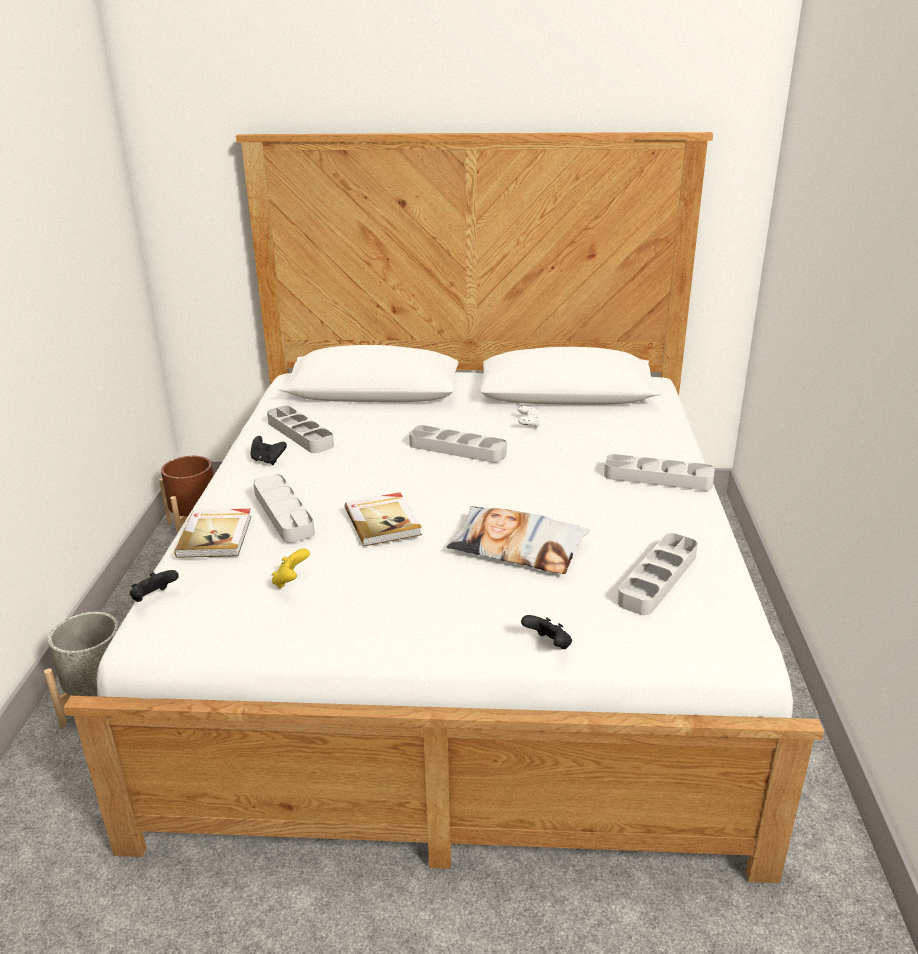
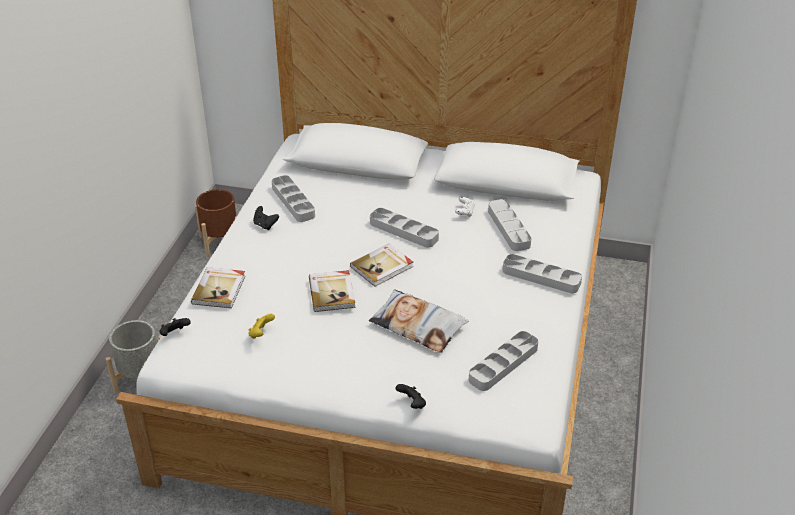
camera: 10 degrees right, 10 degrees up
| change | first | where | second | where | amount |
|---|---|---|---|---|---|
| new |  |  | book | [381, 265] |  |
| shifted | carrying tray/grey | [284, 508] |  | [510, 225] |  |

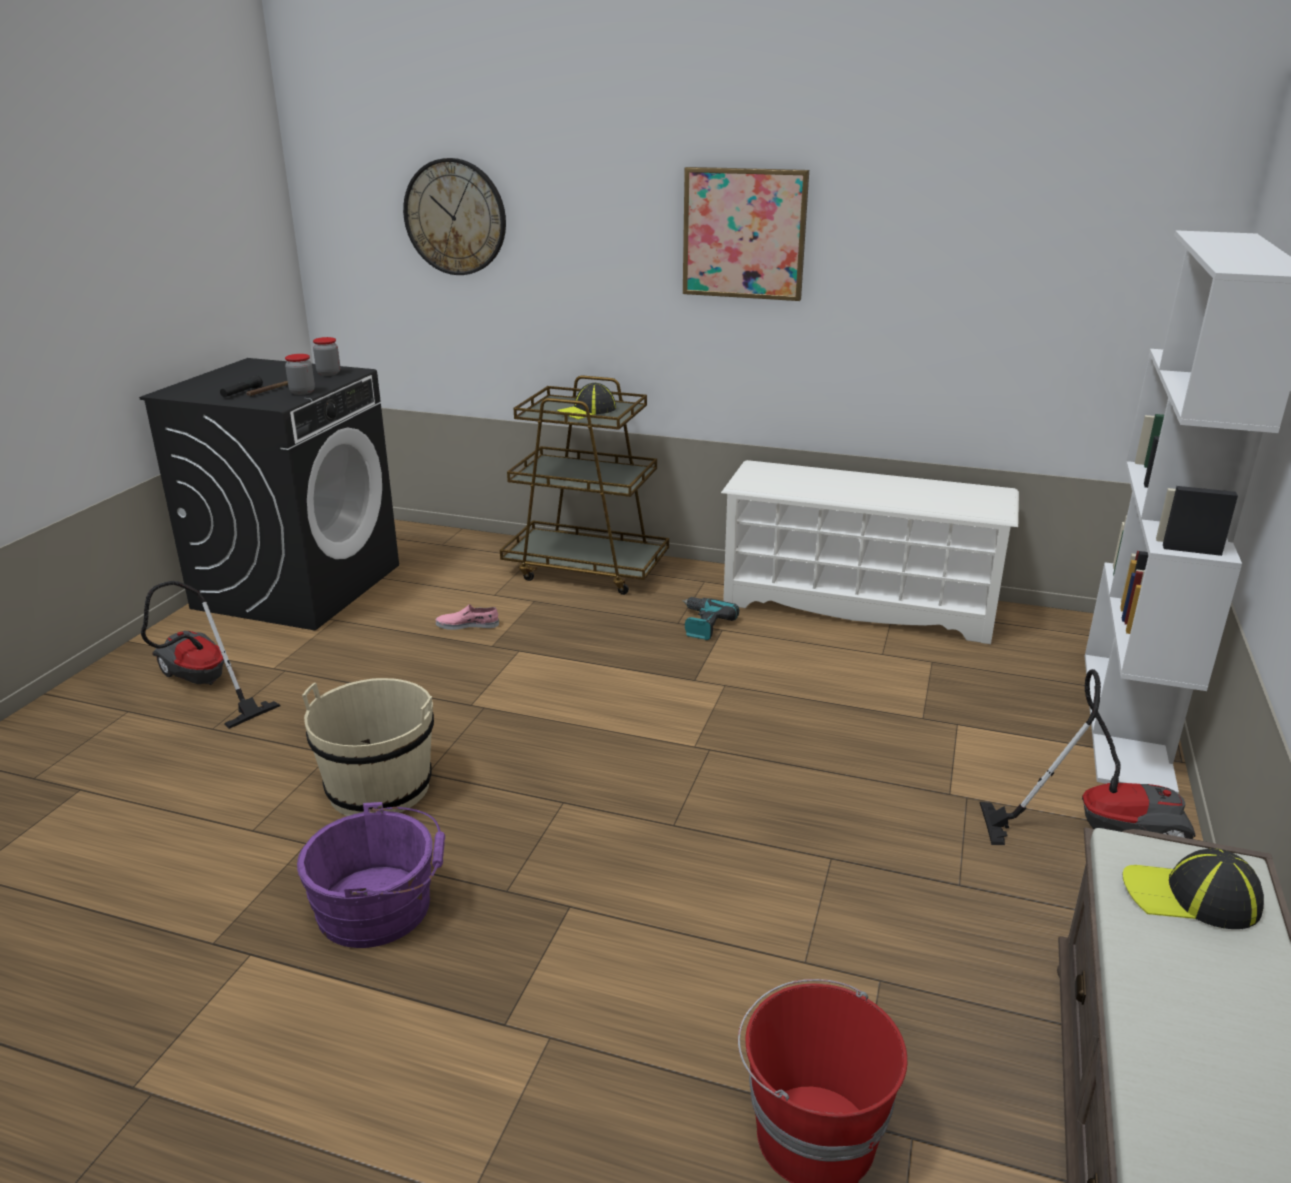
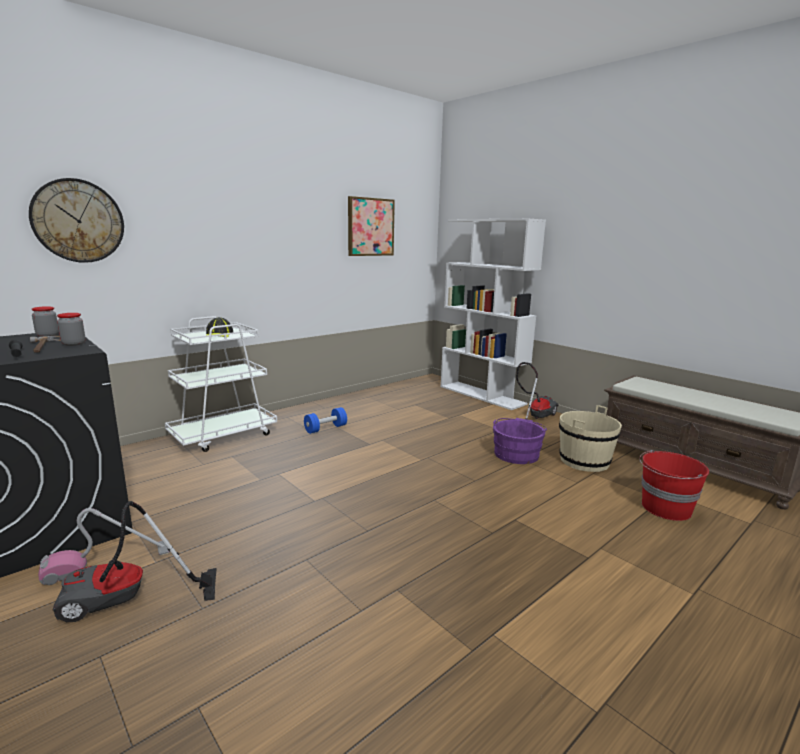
camera: 60 degrees left, 10 degrees down
| change | first | where | second | where | amount |
|---|---|---|---|---|---|
| gone | item of footwear/pink | [467, 617] |  |  |  |
| gone | shoe stand/whitish | [870, 552] |  |  |  |
| gone | peaked cap | [1193, 888] |  |  |  |
| new |  |  | vacuum cleaner | [104, 546] |  |
| shifted | water bucket/purple-coloured | [371, 875] |  | [520, 441] |  |
| shifted | water bucket/beige | [368, 747] |  | [590, 438] |  |
| shifted | wall art | [746, 234] |  | [371, 226] |  |
| swapped | drill | [710, 618] | hand weight/blue-coloured | [325, 420] |  |
| repainted | wheeled cart/brown | [584, 485] | wheeled cart/whitish | [221, 384] |  |

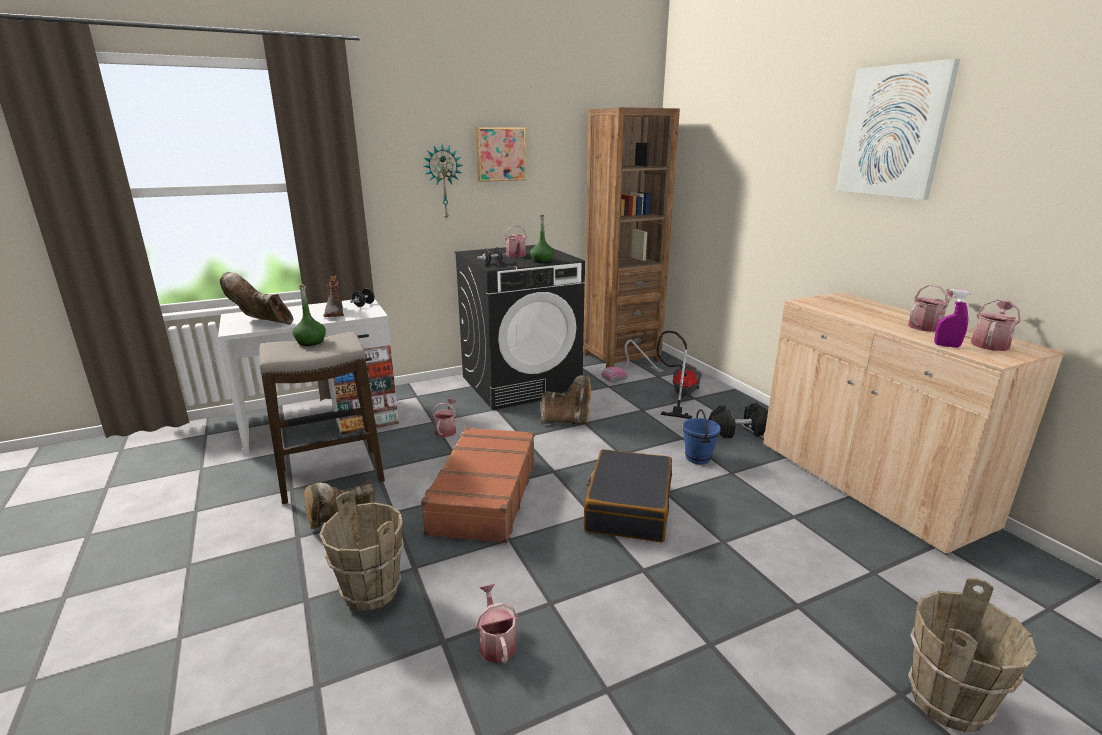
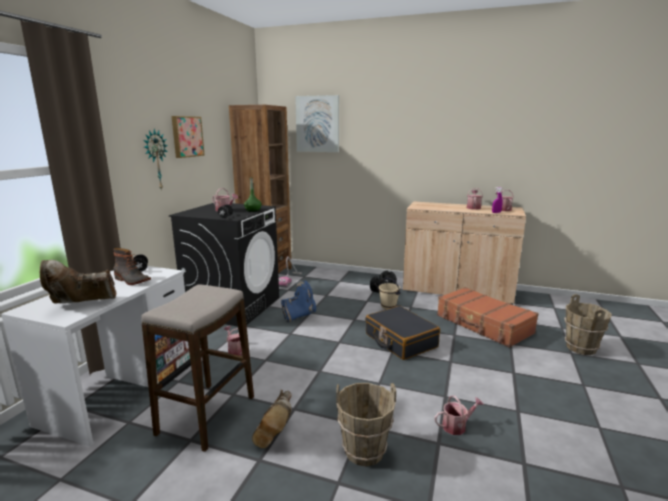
camera: 45 degrees left, 5 degrees down
| change | first | where | second | where | amount |
|---|---|---|---|---|---|
| gone | beverage bottle/green-coloured | [309, 315] |  |  |  |
| gone | vacuum cleaner | [679, 375] |  |  |  |
| shifted | suitcase/brown | [478, 485] |  | [488, 317] |  |
| shifted | wall art | [898, 129] |  | [317, 123] |  |
| repainted | high-top boot/brown | [565, 399] | high-top boot/blue-coloured | [298, 301] |  |
| repainted | water bucket/blue-coloured | [702, 437] | water bucket/beige | [389, 293] |  |
| rotated | sprinkling can | [497, 623] |  | [459, 415] | 135 degrees clockwise |

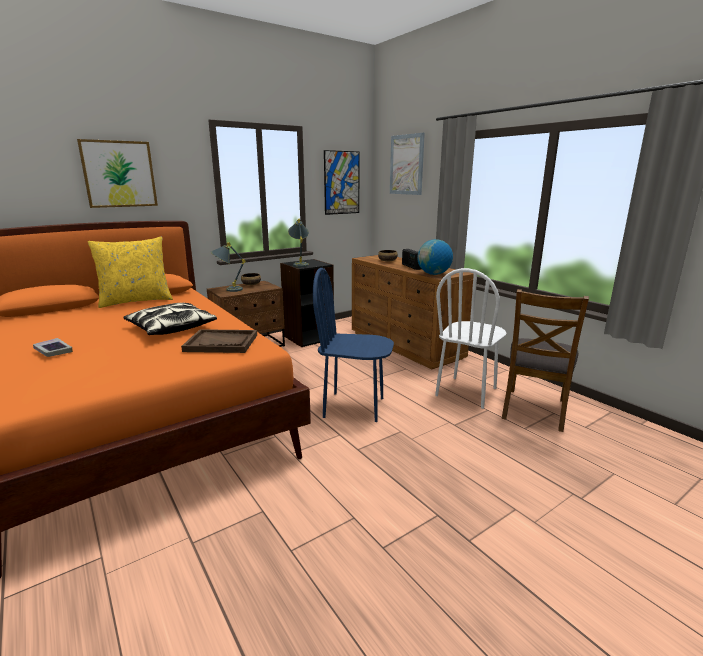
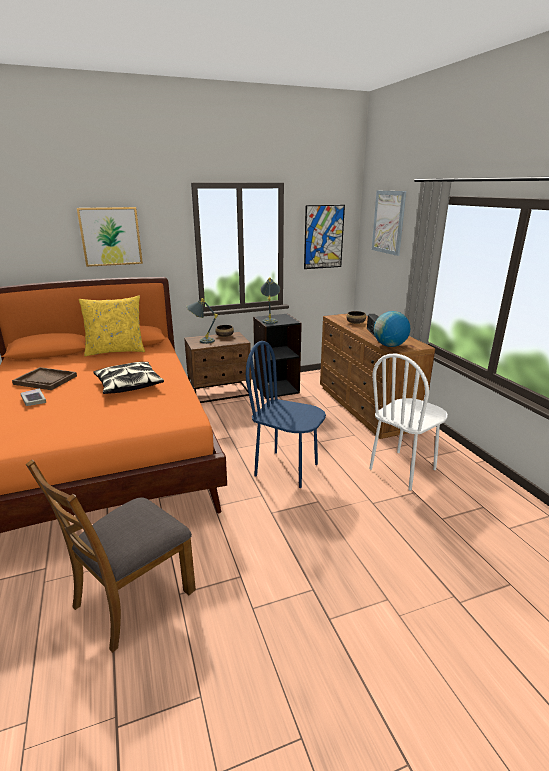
camera: 15 degrees right, 5 degrees up
| change | first | where | second | where | amount |
|---|---|---|---|---|---|
| shifted | carrying tray/brown | [219, 341] |  | [44, 378] |  |
| shifted | chair/brown | [545, 360] |  | [111, 556] |  |

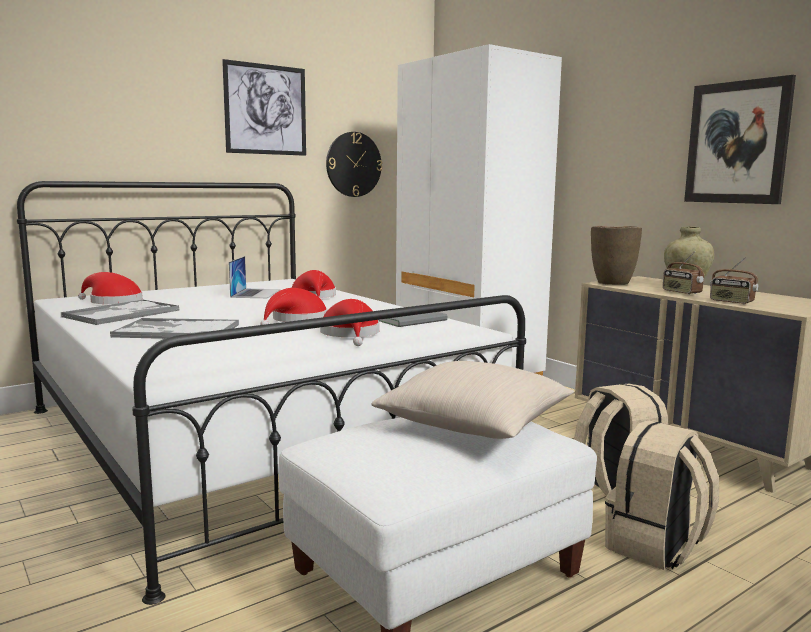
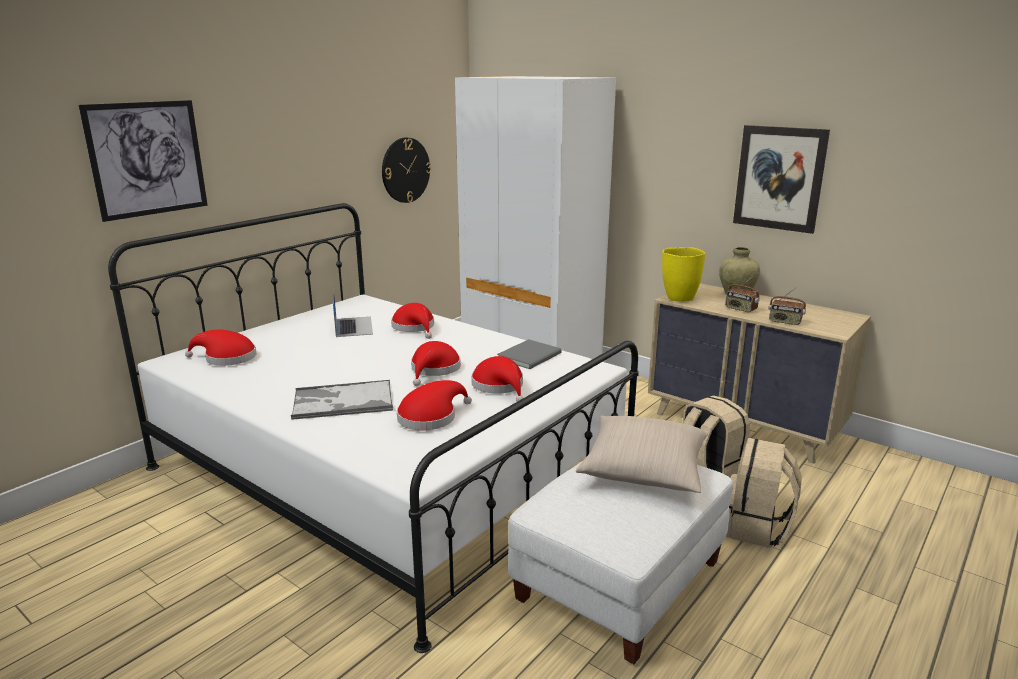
camera: 15 degrees left, 10 degrees up
| change | first | where | second | where | amount |
|---|---|---|---|---|---|
| gone | carrying tray | [120, 312] |  |  |  |
| new |  |  | wearable hat/reddish | [434, 405] |  |
| shifted | wall art | [264, 107] |  | [143, 161] |  |
| repainted | decorative vase/brown | [616, 255] | decorative vase/yellow-coloured | [683, 274] |  |

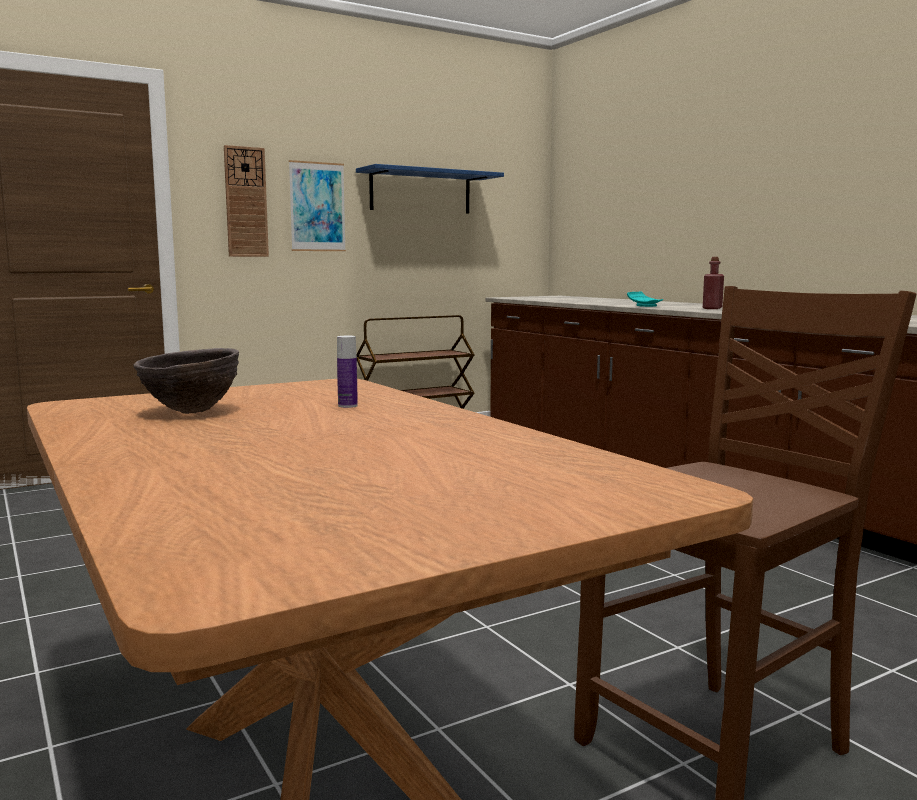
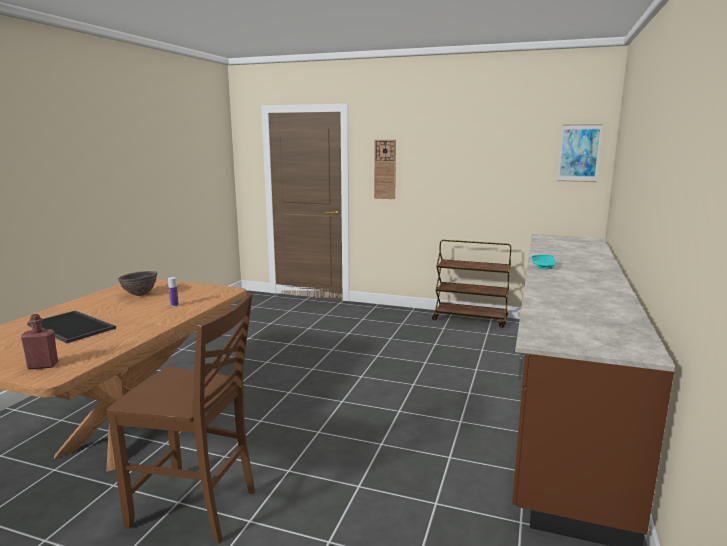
camera: 50 degrees right, 5 degrees up
| change | first | where | second | where | amount |
|---|---|---|---|---|---|
| gone | shelf/blue-coloured | [430, 189] |  |  |  |
| new |  |  | carrying tray | [71, 327] |  |
| shifted | wall art | [317, 205] |  | [580, 153] |  |
| shifted | beverage bottle/reddish | [713, 283] |  | [39, 341] |  |

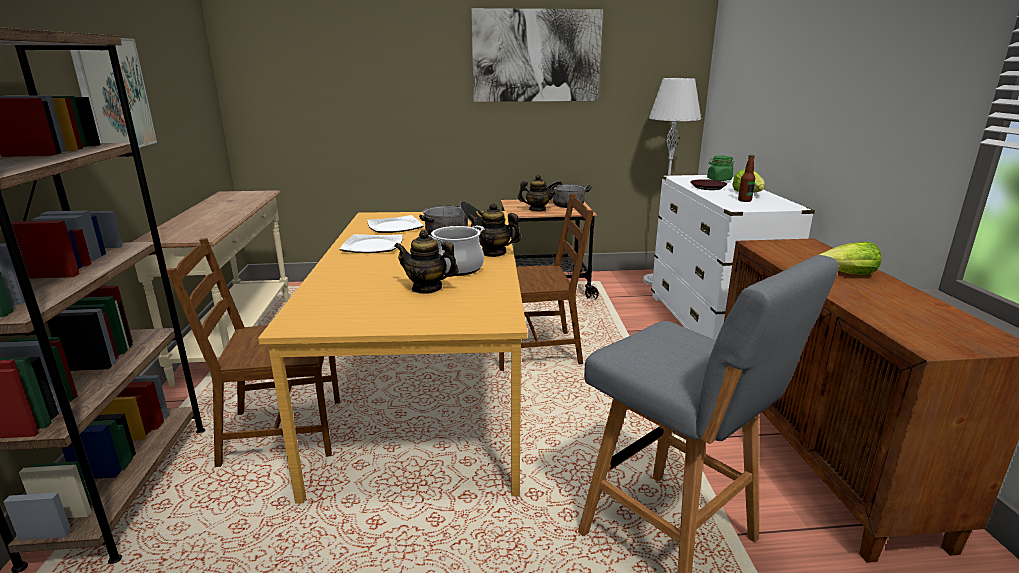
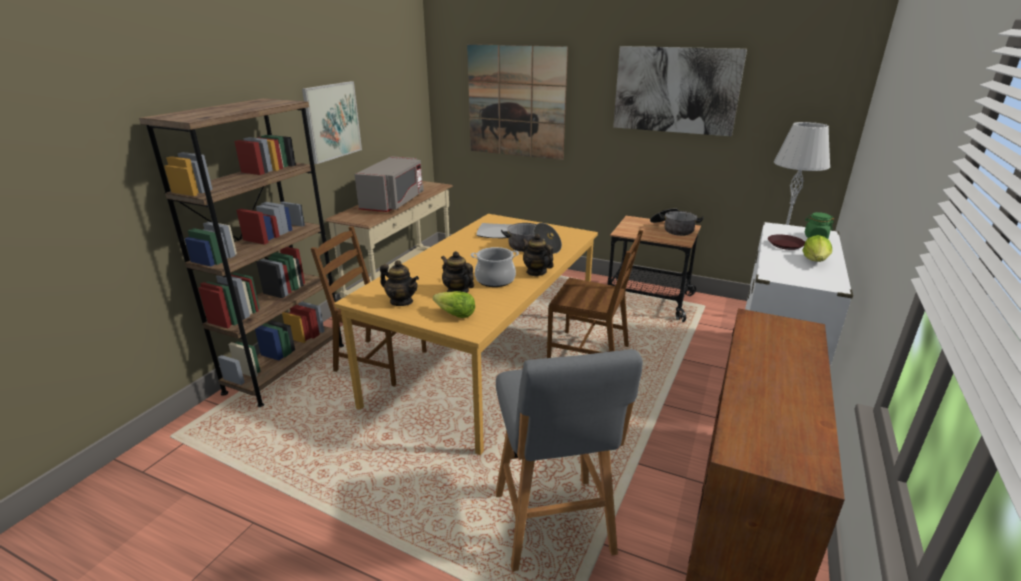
camera: 30 degrees right, 5 degrees up
| change | first | where | second | where | amount |
|---|---|---|---|---|---|
| gone | dinner plate | [371, 243] |  |  |  |
| gone | beverage bottle | [746, 178] |  |  |  |
| new |  |  | kitchen microwave/grey | [389, 184] |  |
| new |  |  | wall art | [517, 102] |  |
| shifted | pot for tea | [537, 193] |  | [399, 283] |  |
| shifted | lettuce head | [850, 258] |  | [454, 304] |  |

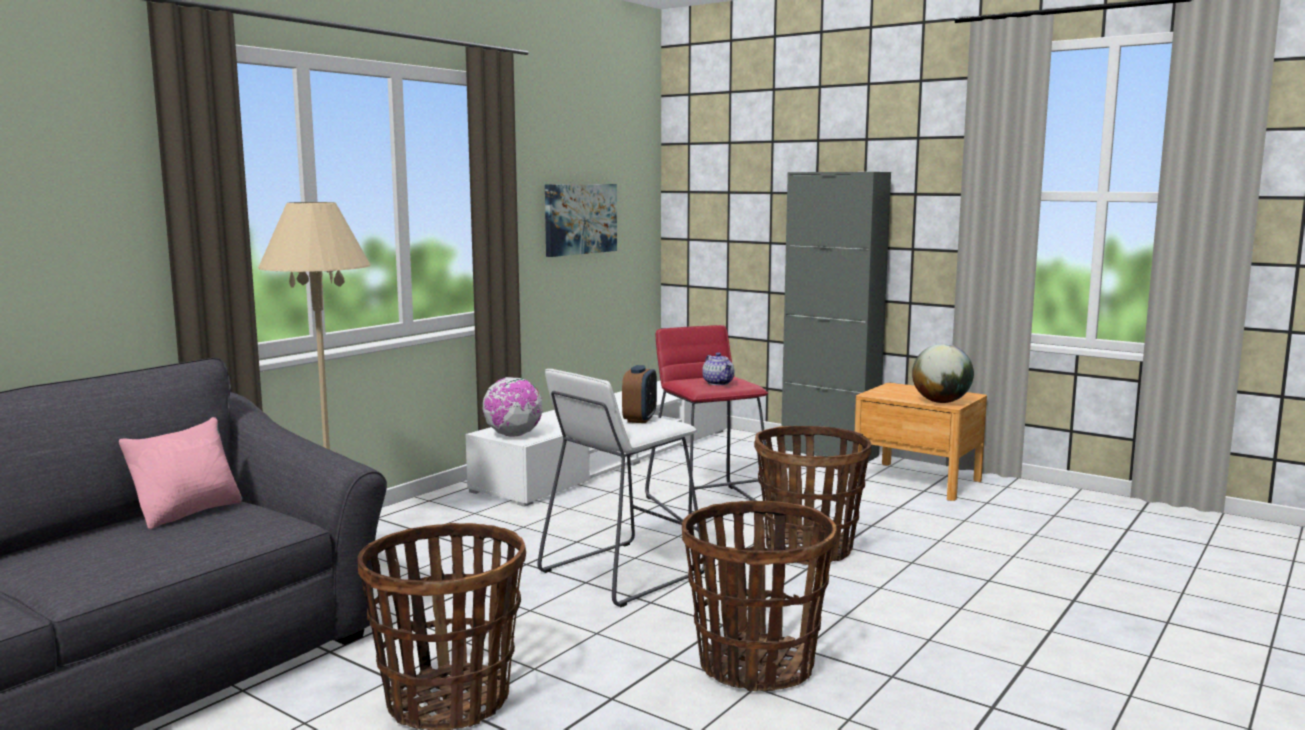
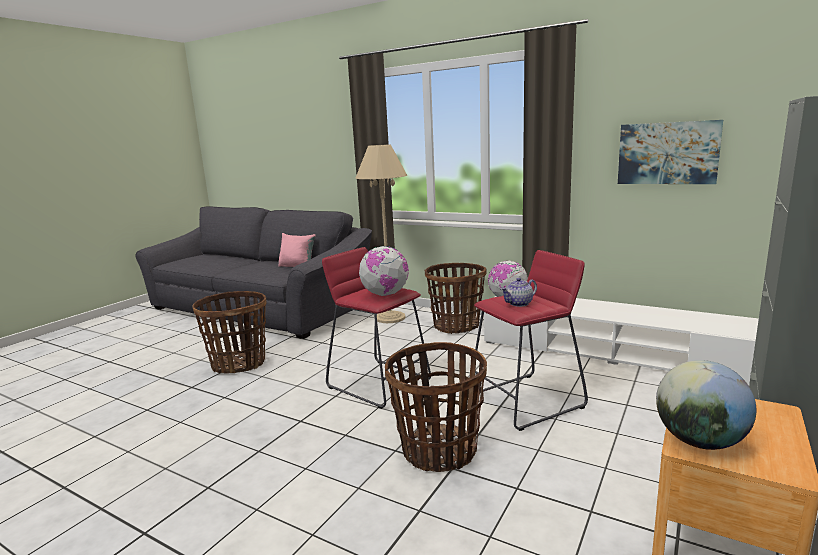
camera: 85 degrees right, 5 degrees up
| change | first | where | second | where | amount |
|---|---|---|---|---|---|
| shifted | household basket | [759, 595] |  | [456, 298] |  |
| swapped | alarm clock | [639, 394] | desk globe | [384, 271] |  |
| repainted | stool/whitish | [620, 488] | stool/reddish | [376, 328] |  |

